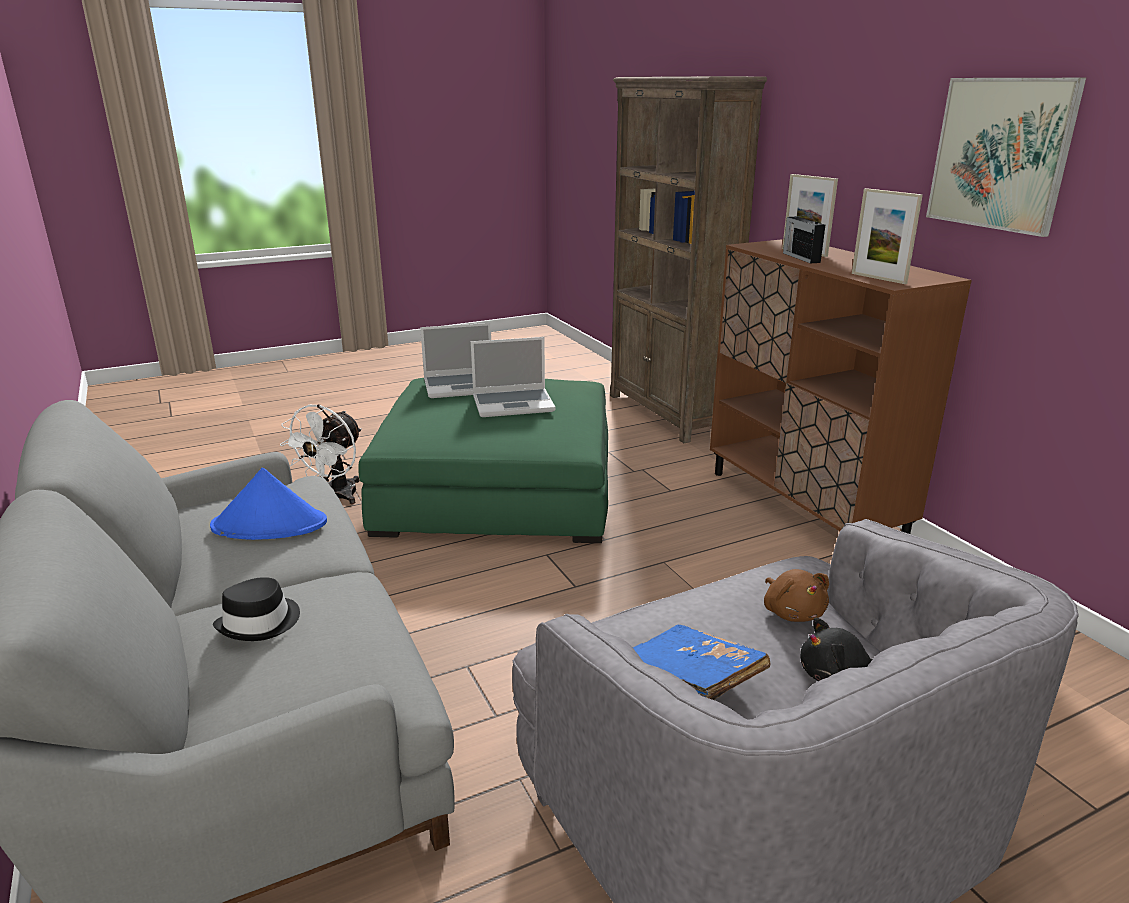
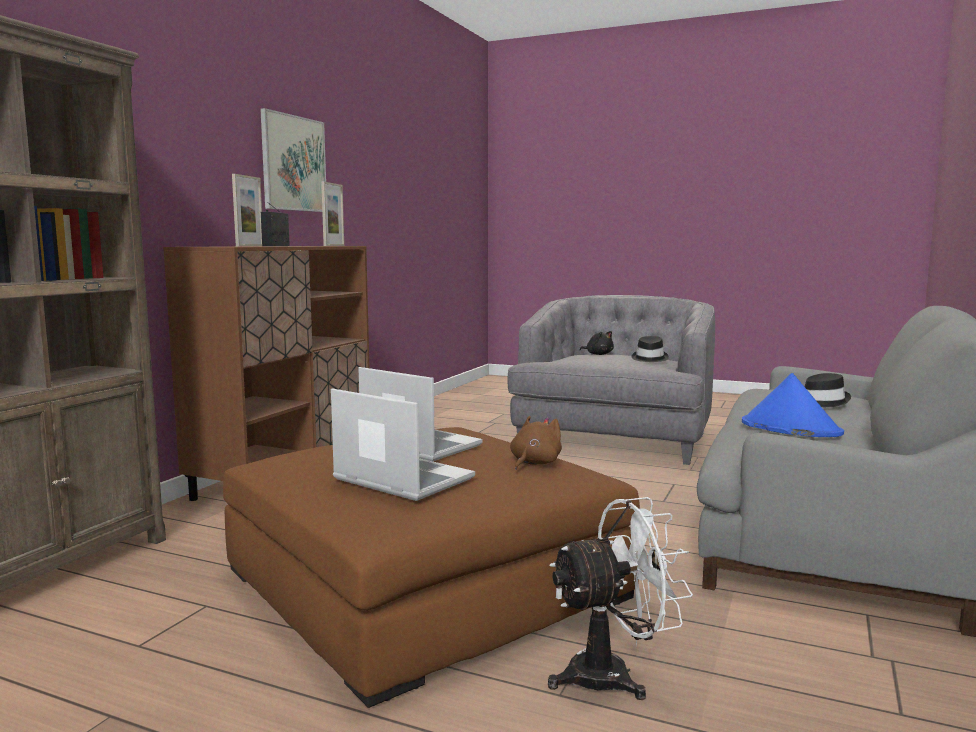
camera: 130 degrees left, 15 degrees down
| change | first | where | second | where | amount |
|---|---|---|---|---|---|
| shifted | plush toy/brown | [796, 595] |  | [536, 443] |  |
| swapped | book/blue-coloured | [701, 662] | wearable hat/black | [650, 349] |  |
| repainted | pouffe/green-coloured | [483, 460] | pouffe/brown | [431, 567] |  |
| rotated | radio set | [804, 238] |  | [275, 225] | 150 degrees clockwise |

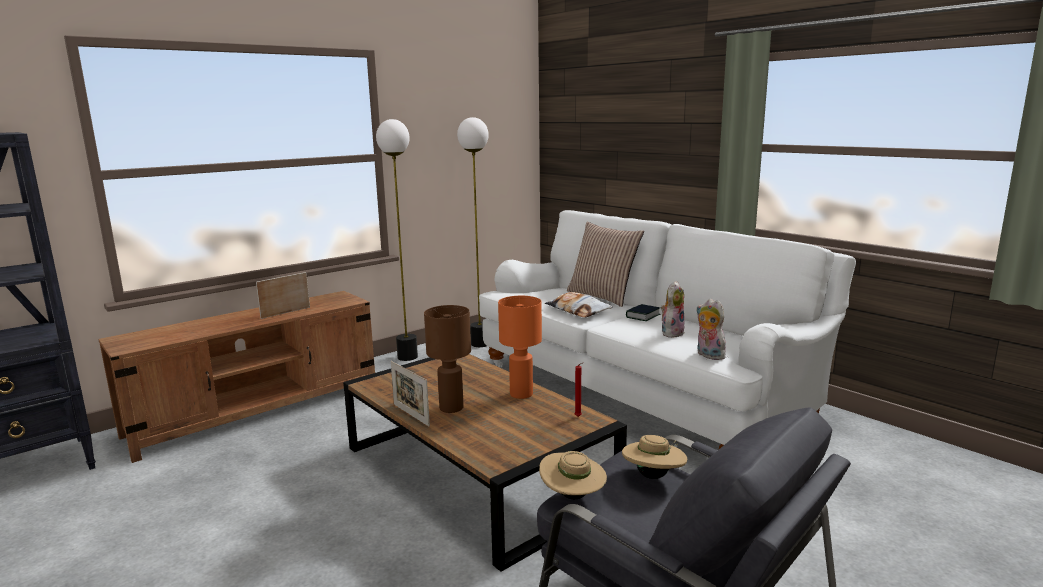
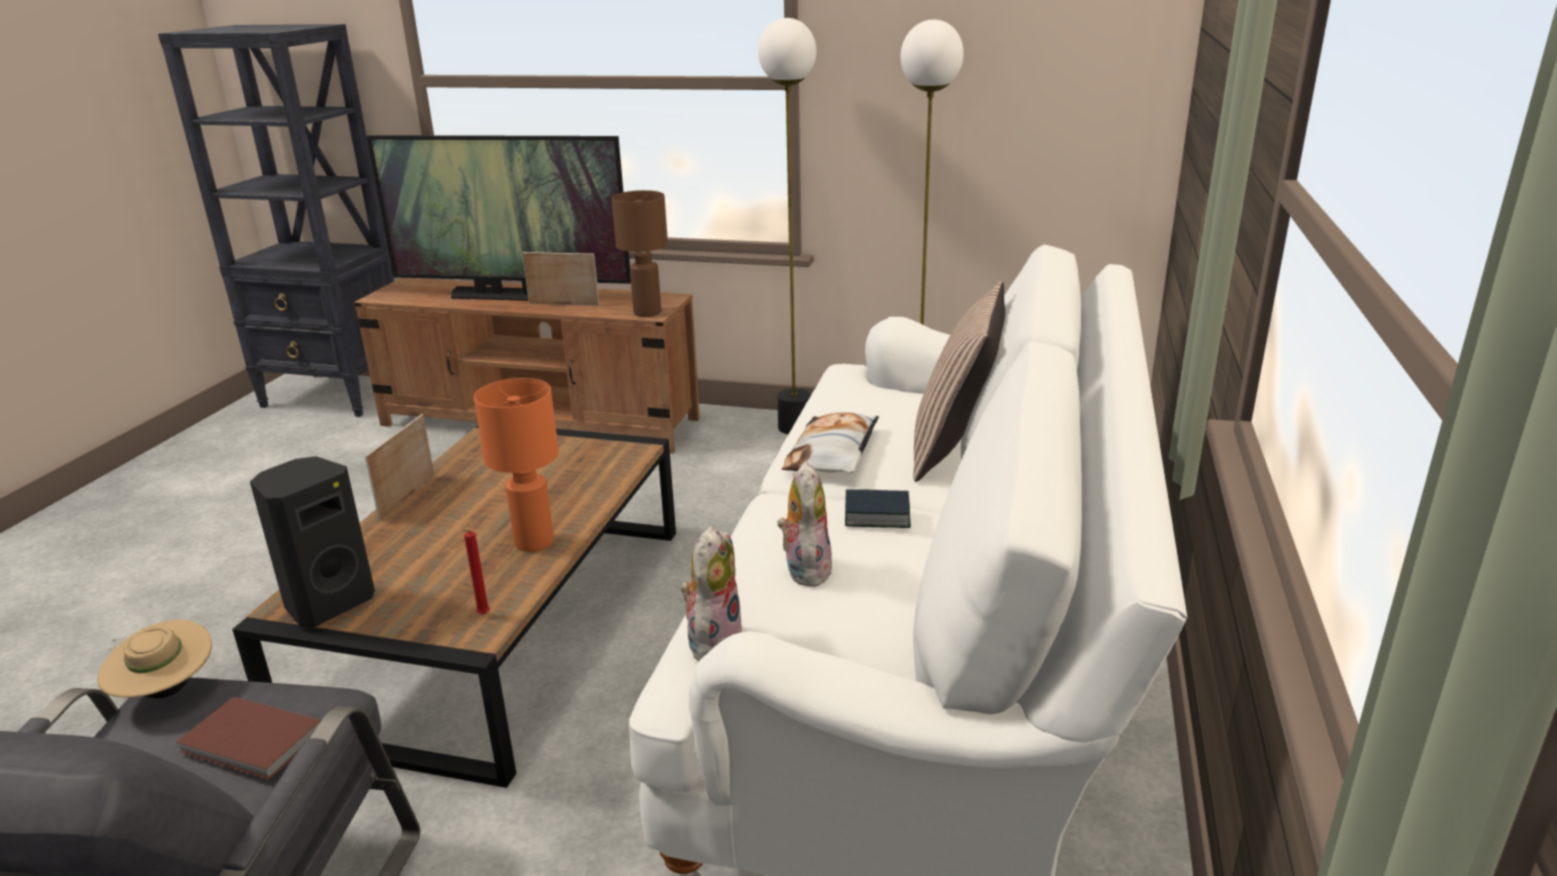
camera: 55 degrees right, 10 degrees up
| change | first | where | second | where | amount |
|---|---|---|---|---|---|
| new |  |  | speaker/black | [312, 541] |  |
| new |  |  | TV | [499, 218] |  |
| shifted | lamp for a table/brown | [447, 359] |  | [640, 253] |  |
| swapped | wearable hat/beige | [654, 457] | book/brown | [248, 738] |  |
| rotated | plush toy | [672, 309] |  | [805, 524] | 90 degrees counterclockwise |

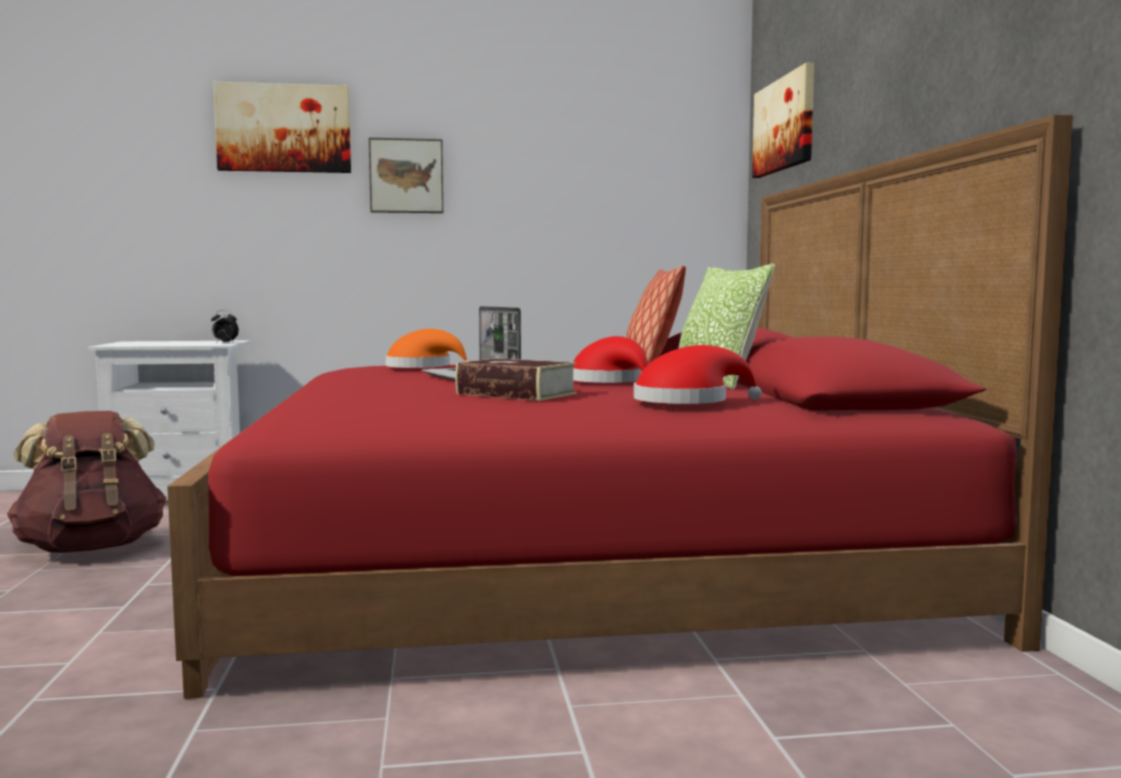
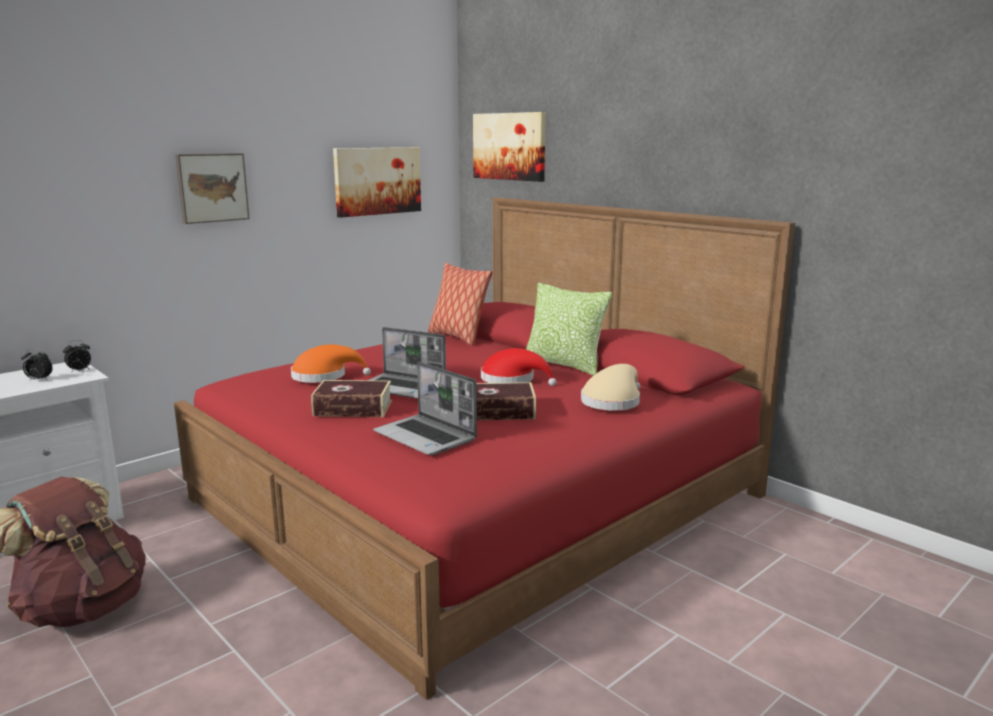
camera: 35 degrees left, 10 degrees up
| change | first | where | second | where | amount |
|---|---|---|---|---|---|
| new |  |  | alarm clock | [37, 364] |  |
| new |  |  | book | [351, 398] |  |
| new |  |  | laptop | [425, 408] |  |
| shifted | wall art | [282, 127] |  | [377, 182] |  |
| repainted | wearable hat/reddish | [698, 374] | wearable hat/beige | [610, 387] |  |

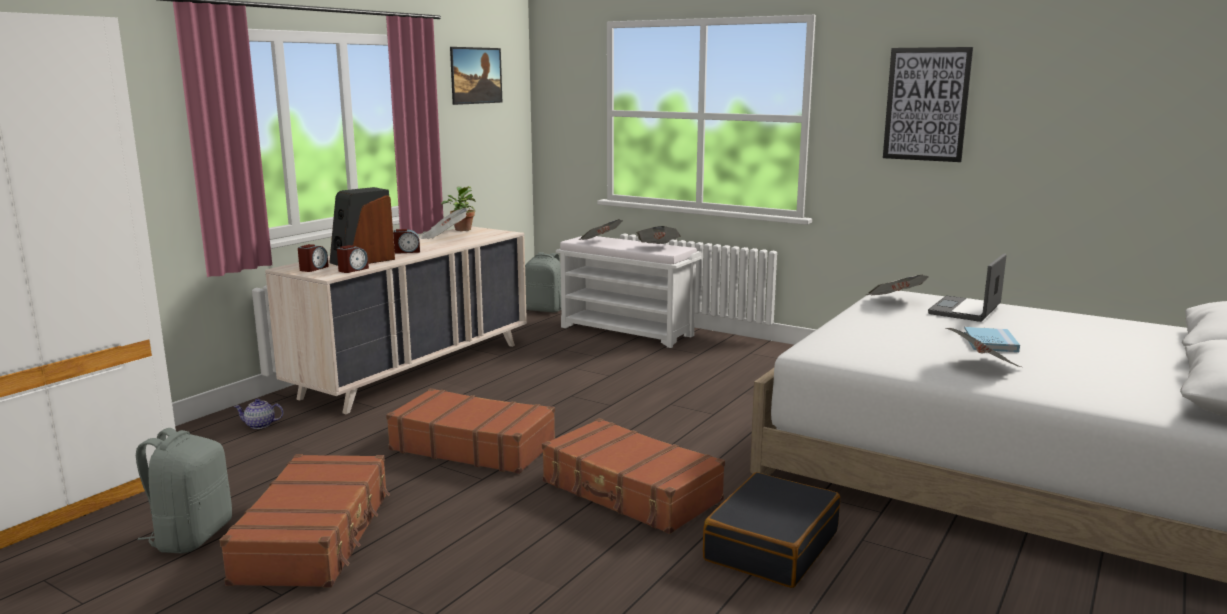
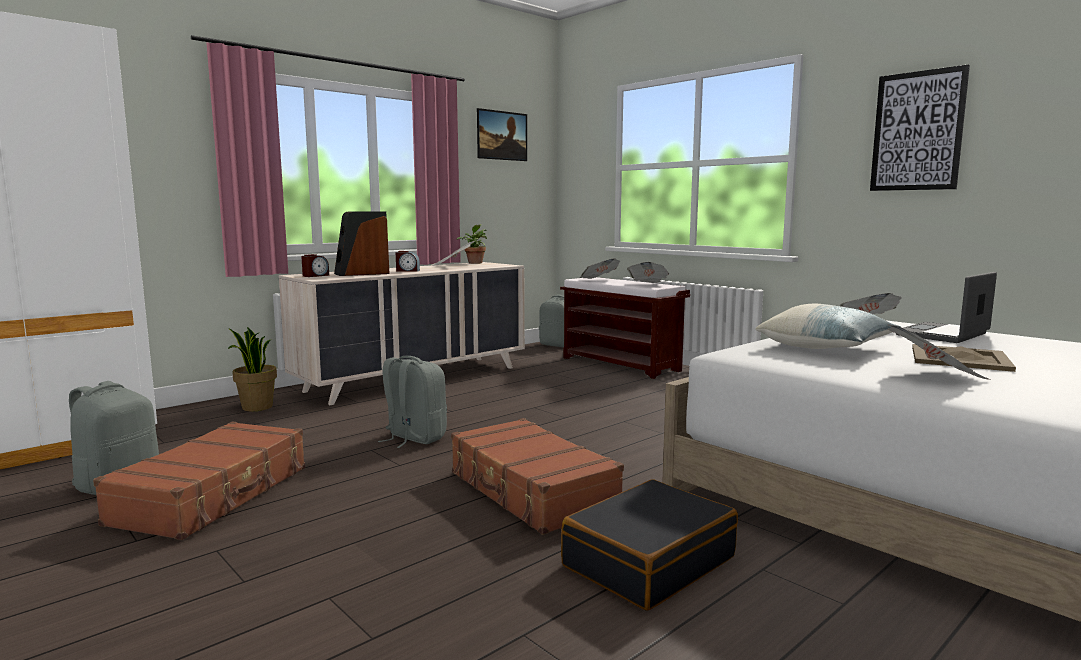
camera: 15 degrees right, 5 degrees down
| change | first | where | second | where | amount |
|---|---|---|---|---|---|
| gone | alarm clock | [353, 259] |  |  |  |
| new |  |  | pillow | [828, 326] |  |
| swapped | pot for tea | [259, 414] | plant in a pot | [252, 369] |  |
| swapped | suitcase/brown | [470, 431] | rucksack/grey | [412, 402] |  |
| swapped | book/blue-coloured | [992, 339] | carrying tray/beige | [964, 358] |  |
| repainted | long seat/whitish | [629, 292] | long seat/brown | [625, 328] |  |

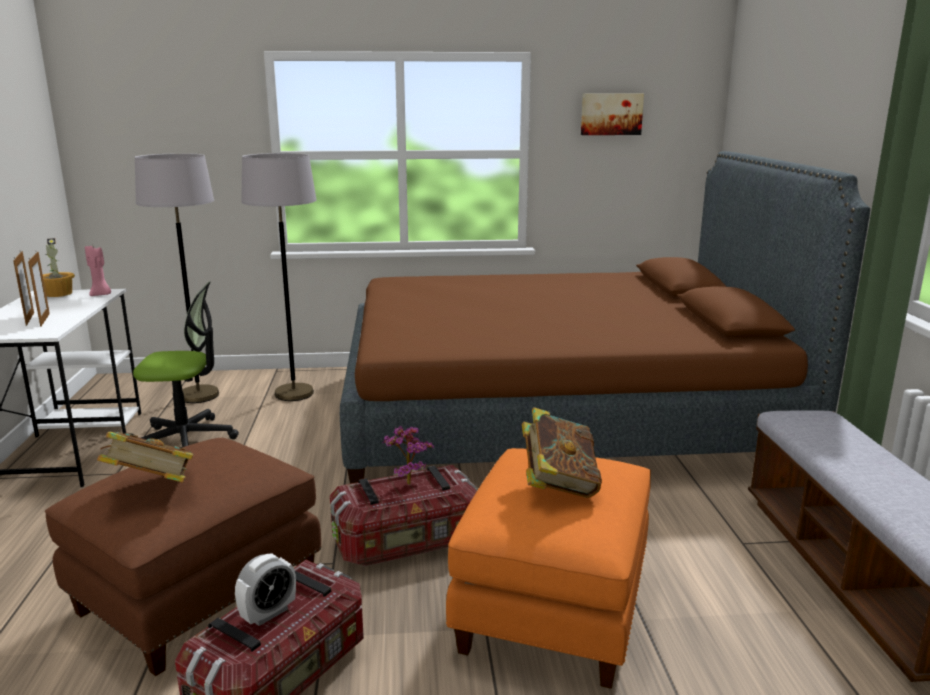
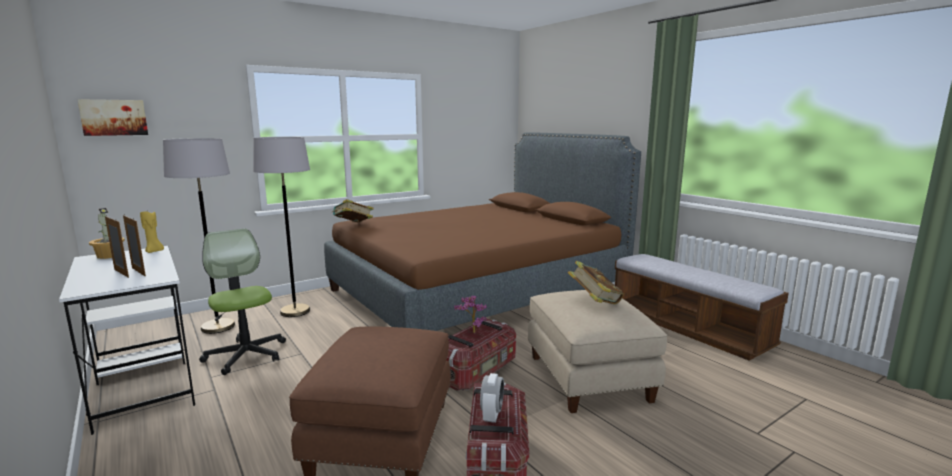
camera: 30 degrees left, 5 degrees down
| change | first | where | second | where | amount |
|---|---|---|---|---|---|
| shifted | book | [145, 457] |  | [353, 210] |  |
| shifted | wall art | [612, 114] |  | [112, 117] |  |
| repainted | wax candle/pink | [98, 271] | wax candle/yellow-coloured | [152, 231] |  |
| repainted | pouffe/orangey | [548, 568] | pouffe/beige | [597, 351] |  |
| rotated | computer chair | [186, 364] |  | [242, 302] | 90 degrees counterclockwise |

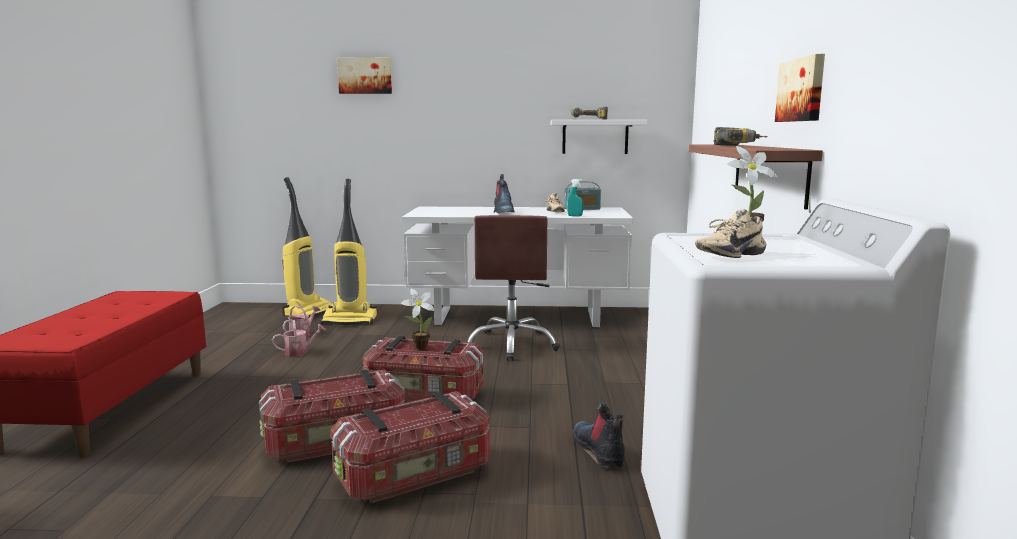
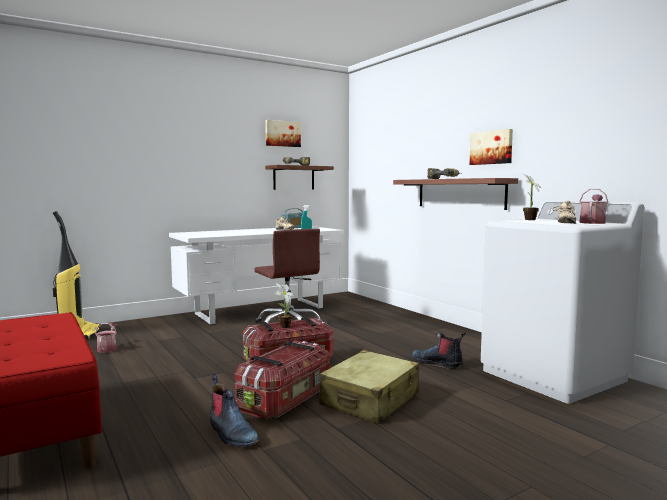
camera: 35 degrees left, 5 degrees down
| change | first | where | second | where | amount |
|---|---|---|---|---|---|
| gone | vacuum cleaner | [348, 252] |  |  |  |
| shifted | sprinkling can | [299, 338] |  | [593, 206] |  |
| shifted | wall art | [364, 75] |  | [283, 133] |  |
| shifted | high-top boot | [504, 194] |  | [234, 410] |  |
| swapped | storage bin | [410, 447] | suitcase/beige | [369, 387] |  |
| repainted | shelf/whitish | [599, 137] | shelf/brown | [299, 177] |  |

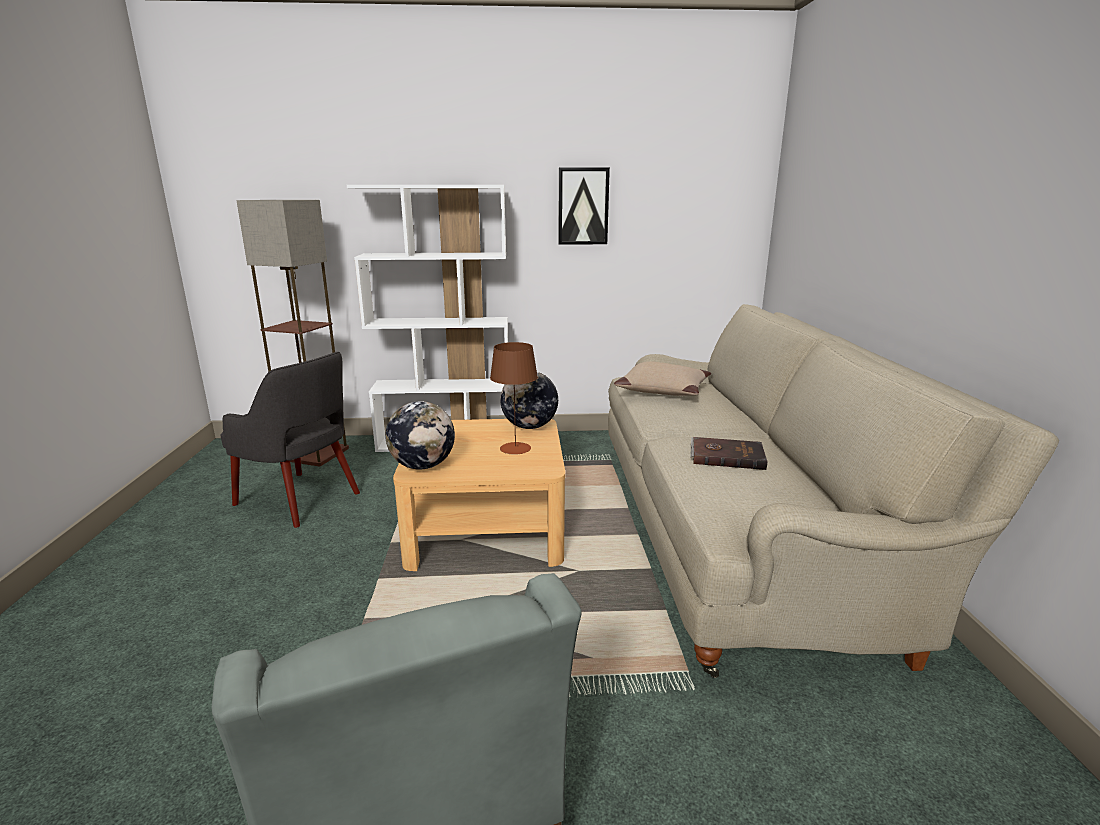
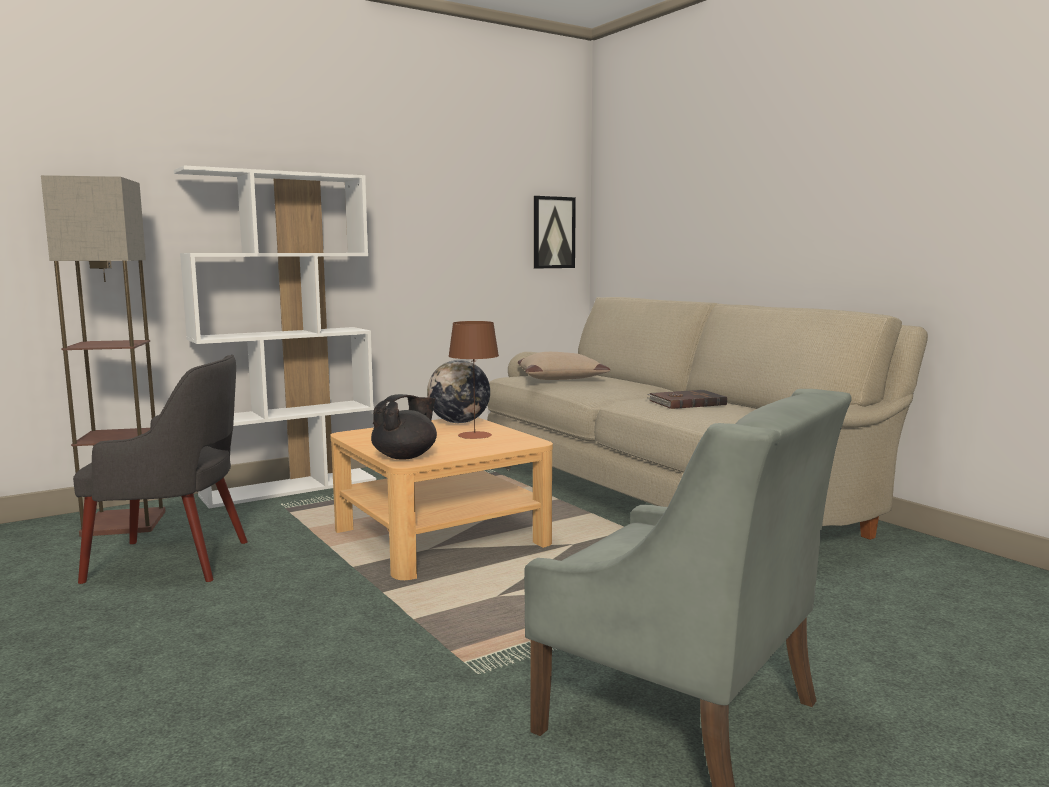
camera: 30 degrees left, 10 degrees down
| change | first | where | second | where | amount |
|---|---|---|---|---|---|
| shifted | wall art | [584, 206] |  | [555, 232] |  |
| swapped | desk globe | [420, 435] | pot for tea/black | [404, 427] |  |

